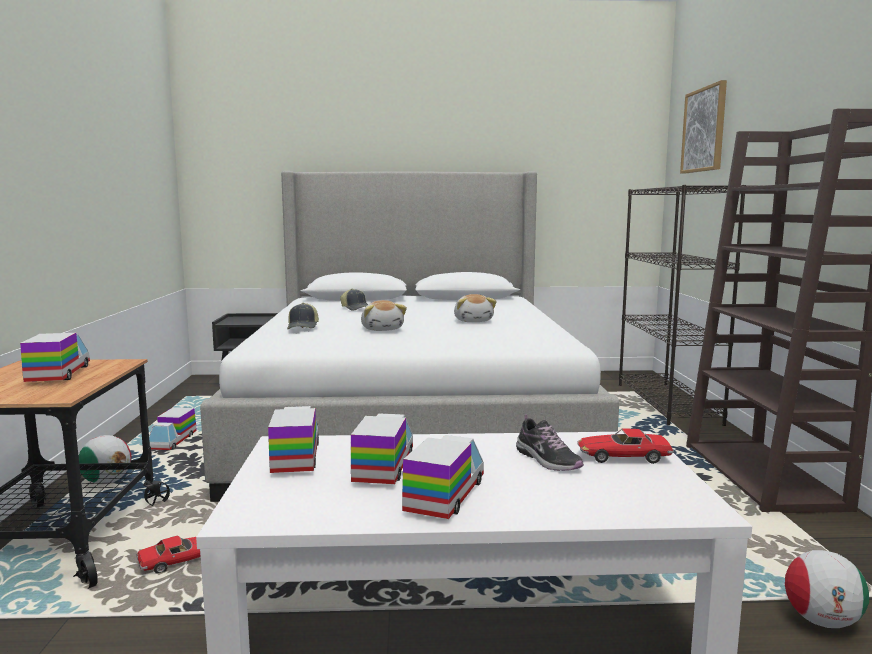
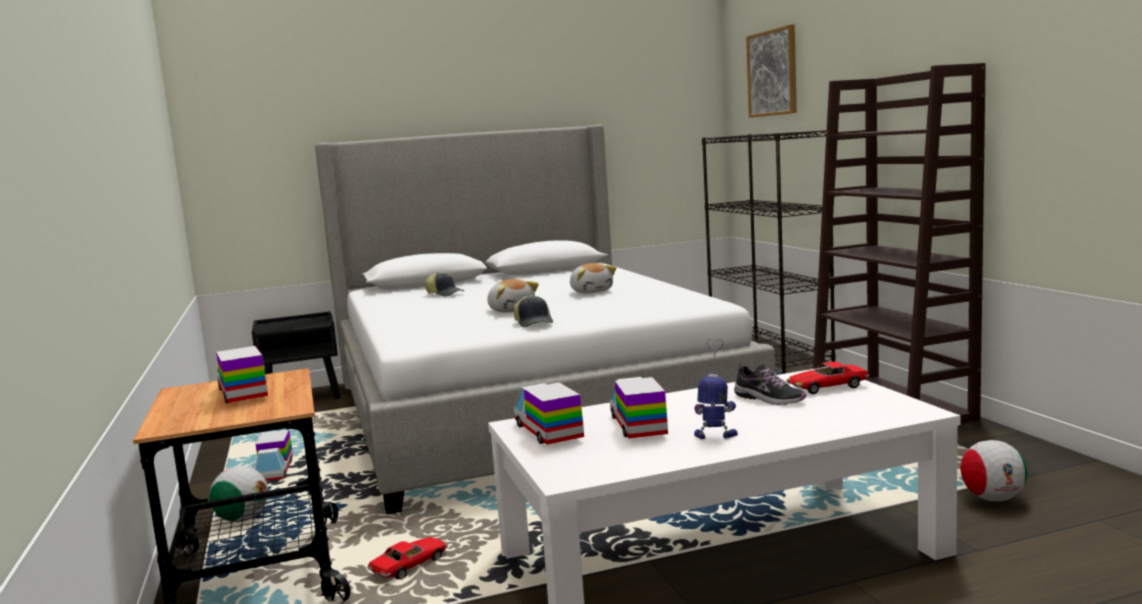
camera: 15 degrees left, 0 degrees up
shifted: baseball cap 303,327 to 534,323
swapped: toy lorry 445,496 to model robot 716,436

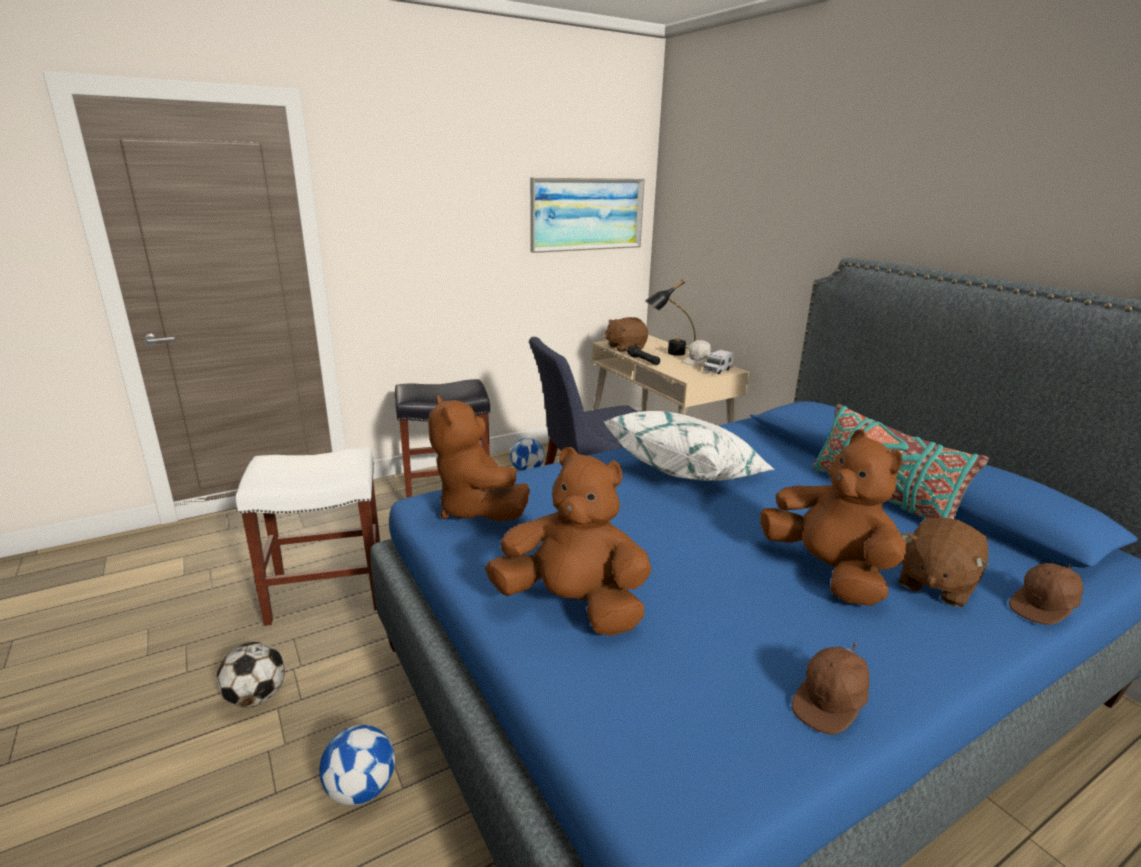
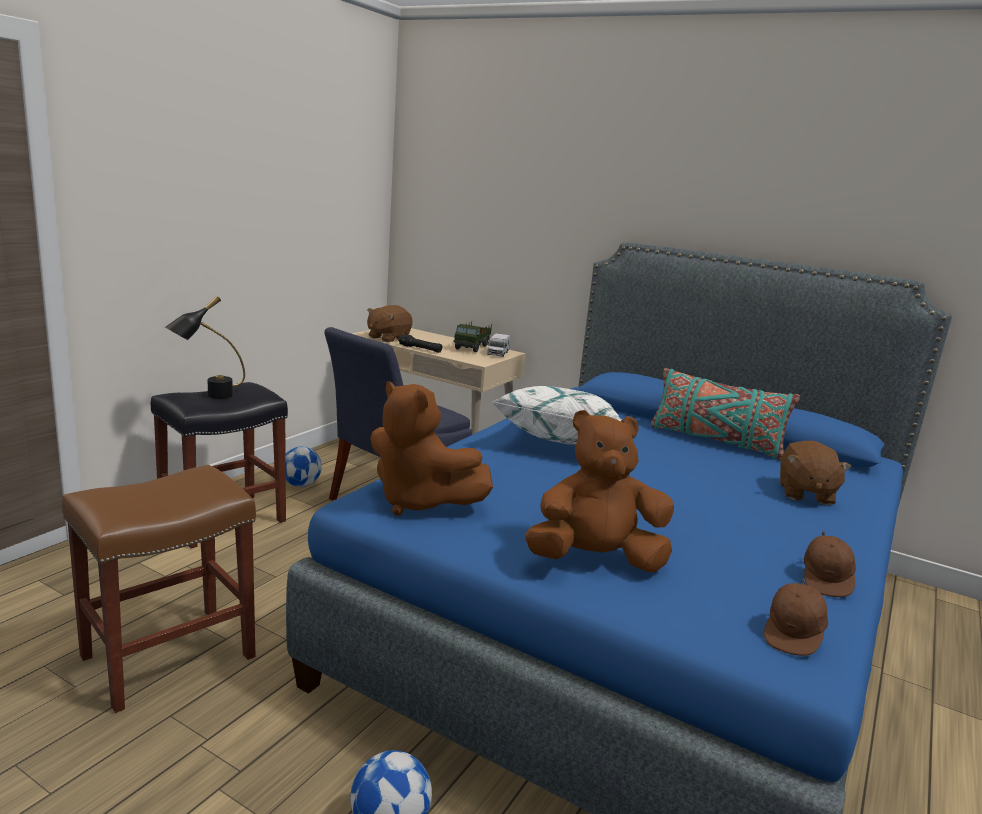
camera: 30 degrees left, 5 degrees down
gone: football 256,697; picture 587,214; brownish soft toy 827,572
shifted: black lamp for a table 668,353 to 208,396; brownish baseball cap 1044,608 to 793,635
swapped: white baseball cap 698,362 to toy lorry 472,347
repainted: white stool seat 329,591 to brownish stool seat 170,655

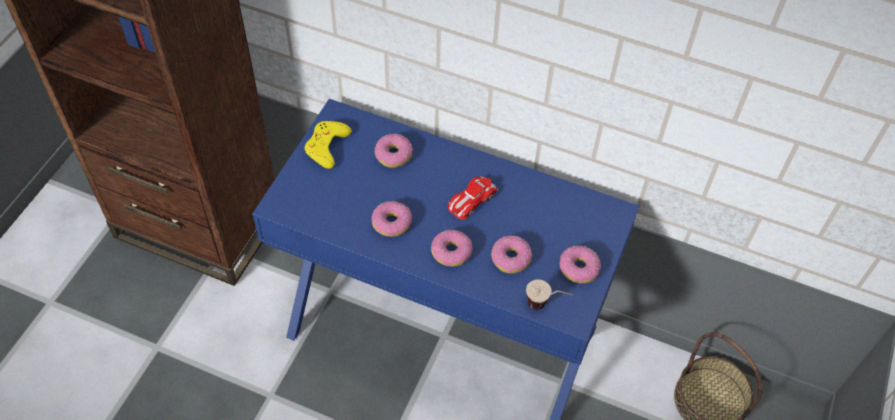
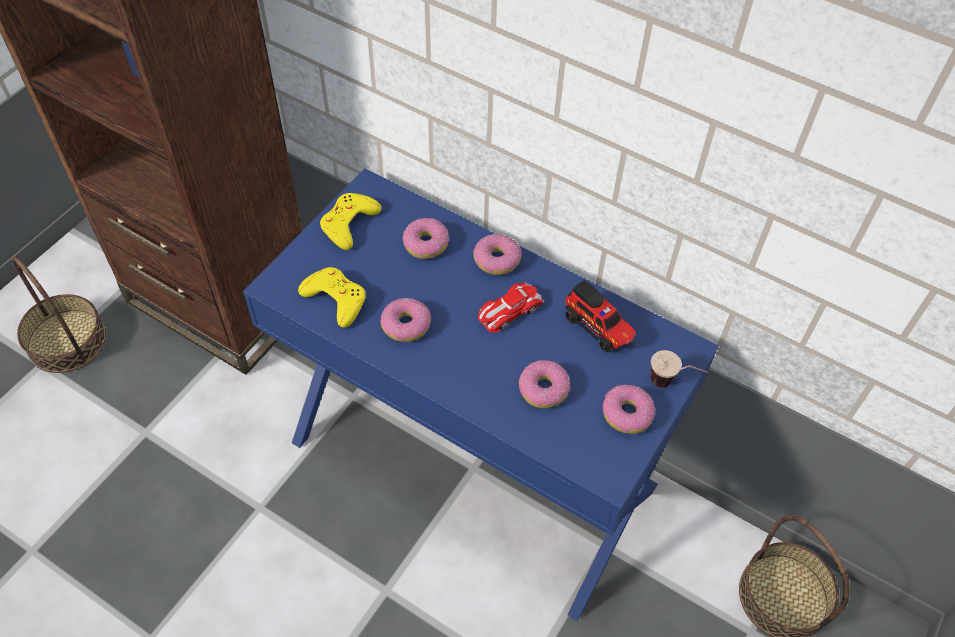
camera: 10 degrees right, 0 degrees up
new: basket 67,340; yellow game controller 335,299; toy lorry 598,328
shifted: doughnut 451,252 to 496,260; drinking cup 546,307 to 672,385

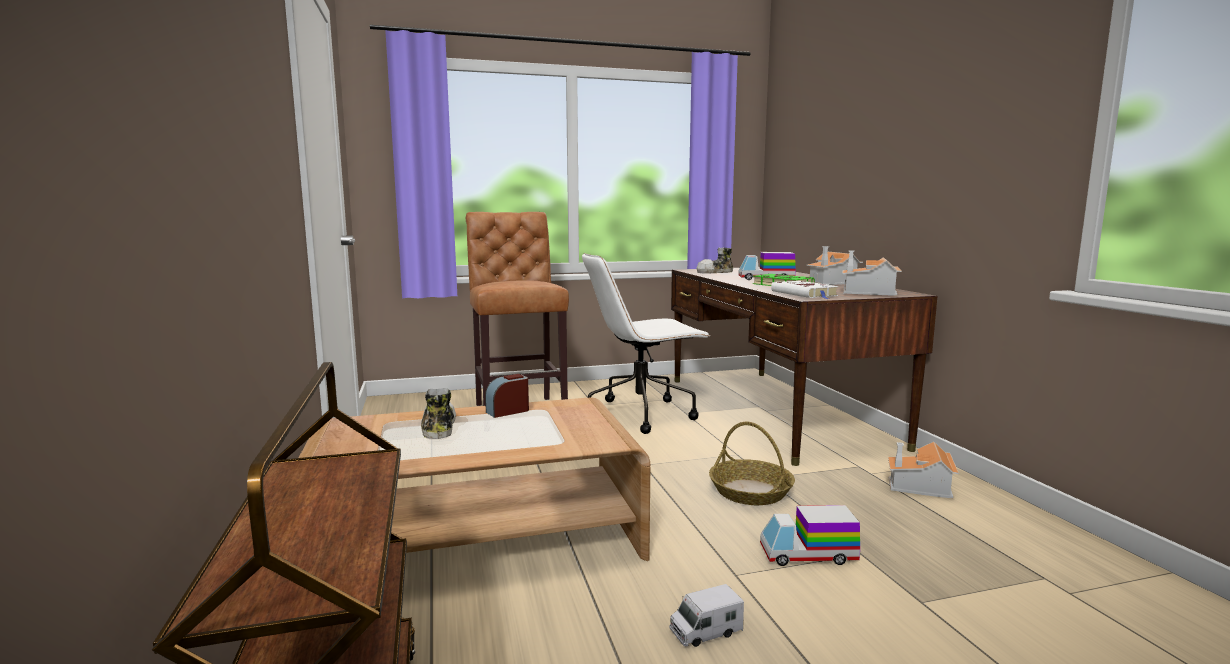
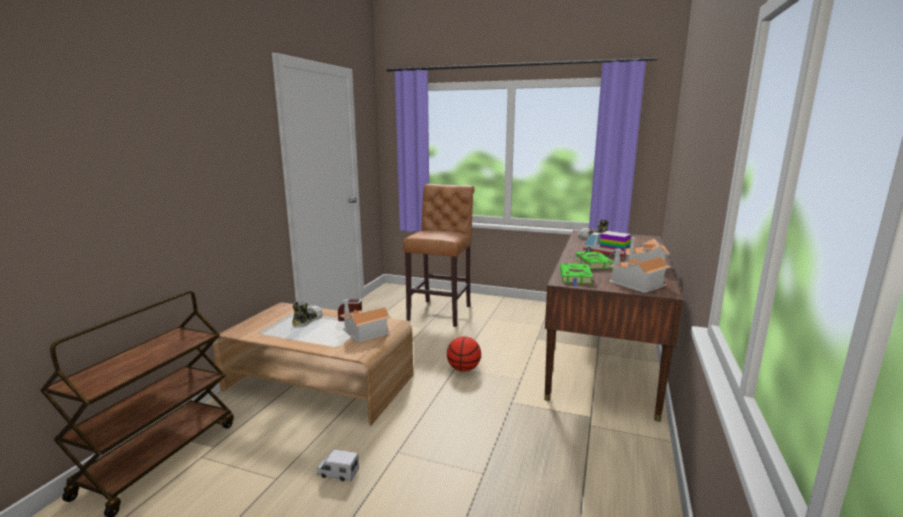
camera: 35 degrees right, 5 degrees up
gone: white computer chair 642,414; basket 751,492; toy lorry 808,555
new: basketball ball 463,369
shifted: toy house 921,486 to 363,333
repainted: white volume 805,294 to green-coloured volume 575,277

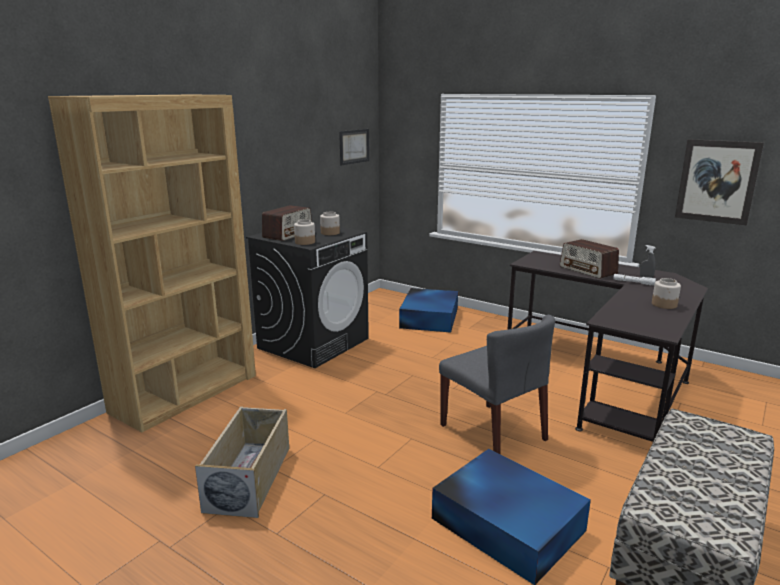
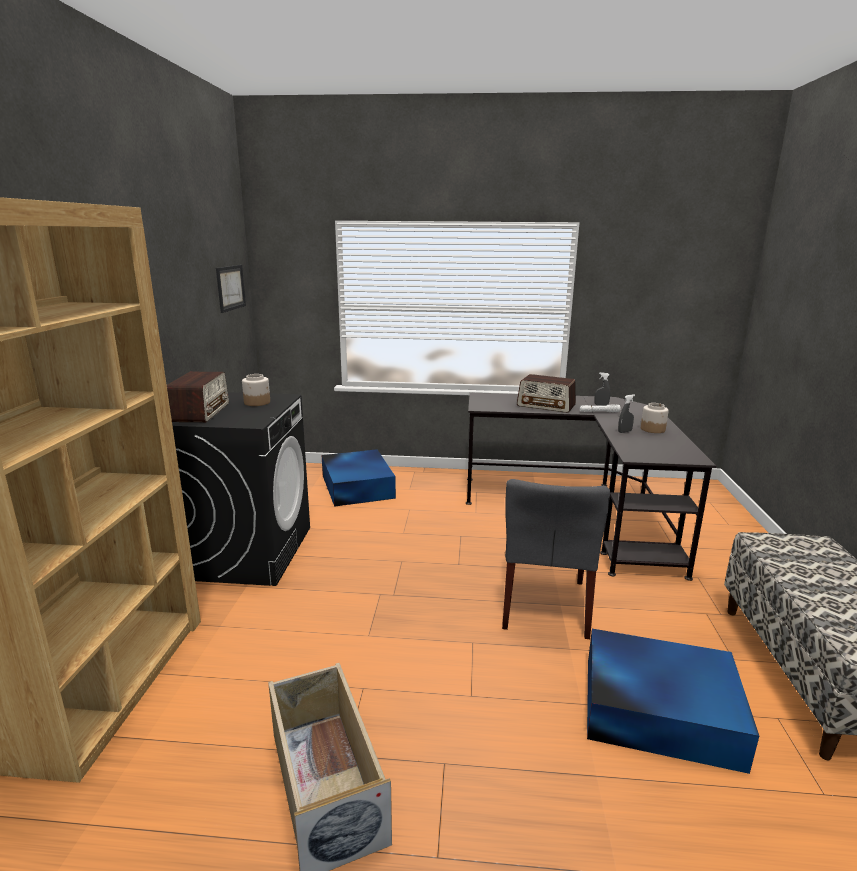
camera: 30 degrees left, 0 degrees up
gone: jar 305,242; picture 717,181
new: greyish sprayer 624,432
rotated: greyish plain chair 493,432 = 545,604 75 degrees clockwise

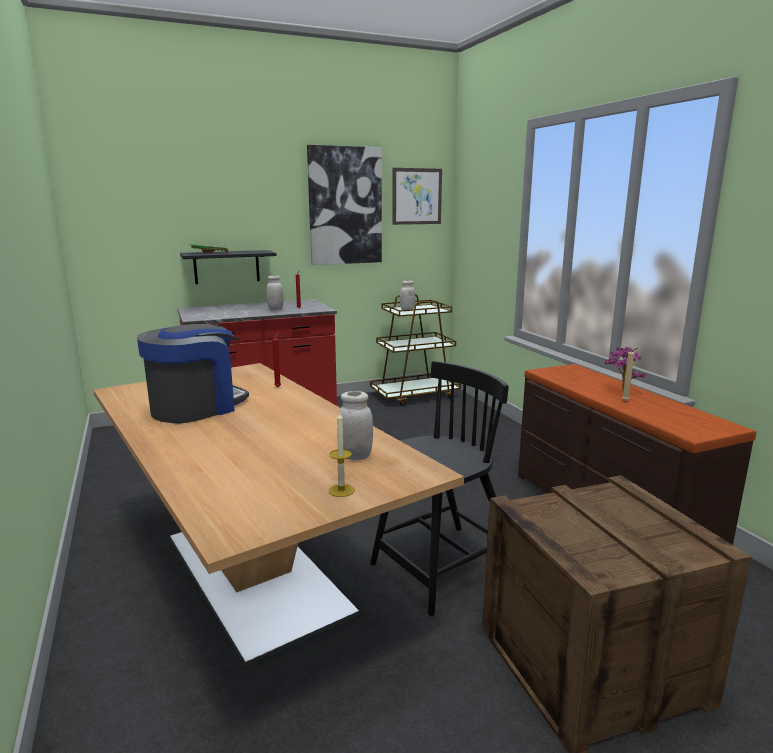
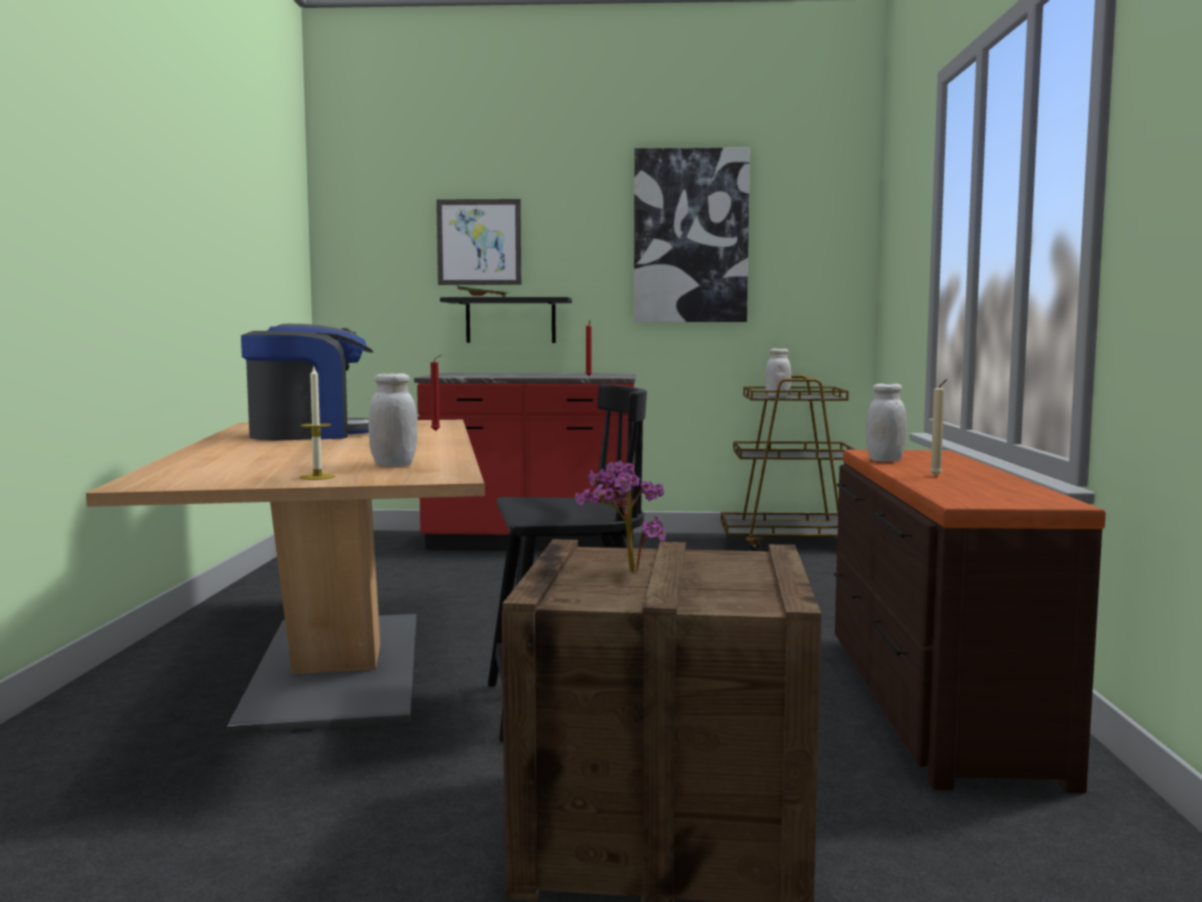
camera: 25 degrees right, 10 degrees down
shifted: white jar 275,309 to 885,460; picture 417,196 to 479,242; potted plant 621,391 to 624,571

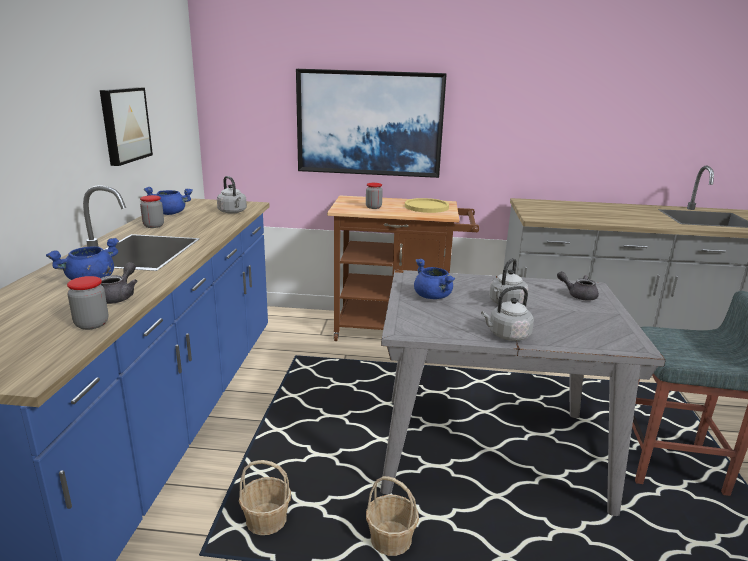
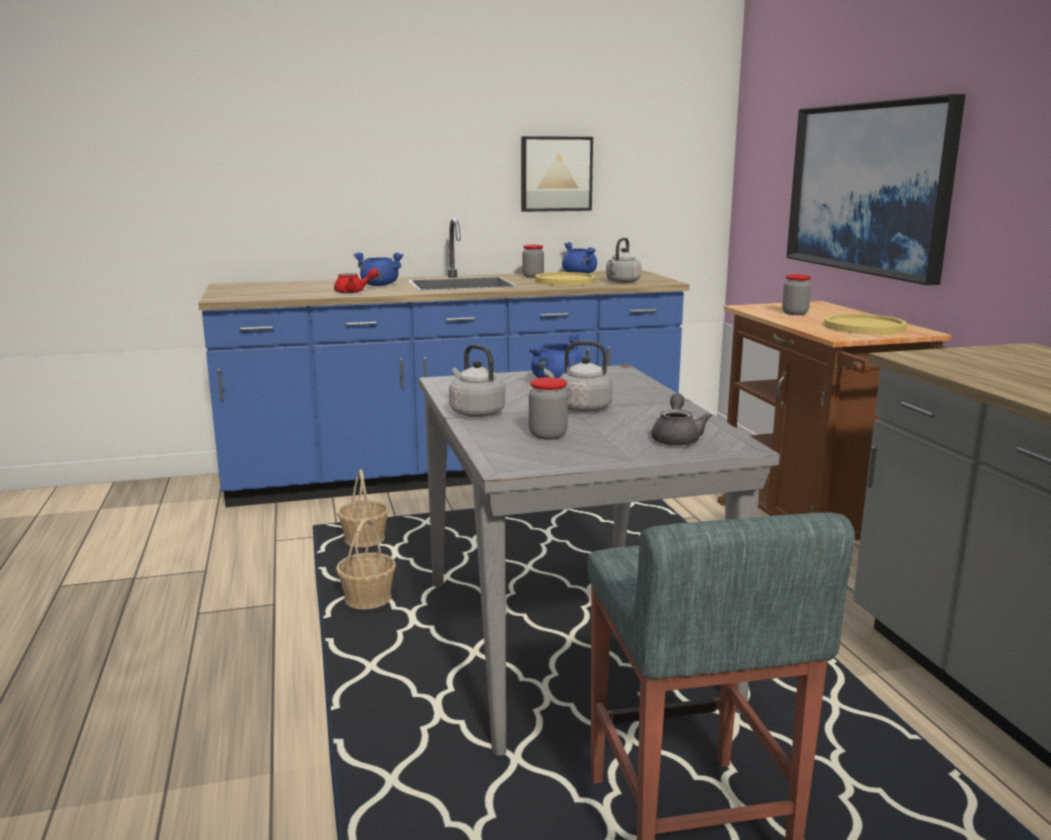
camera: 70 degrees right, 5 degrees down
new: yellow plate 565,281
shifted: jar 92,324 to 548,435
repainted: greyish tea pot 118,297 to red tea pot 354,292

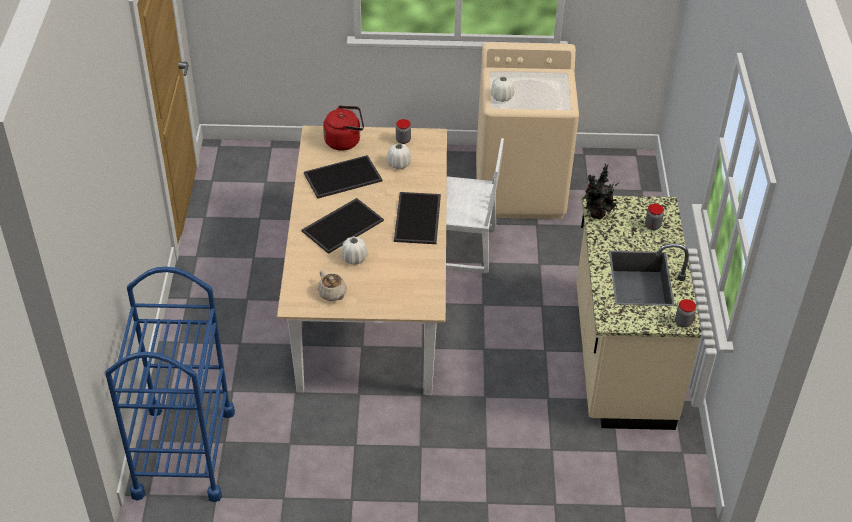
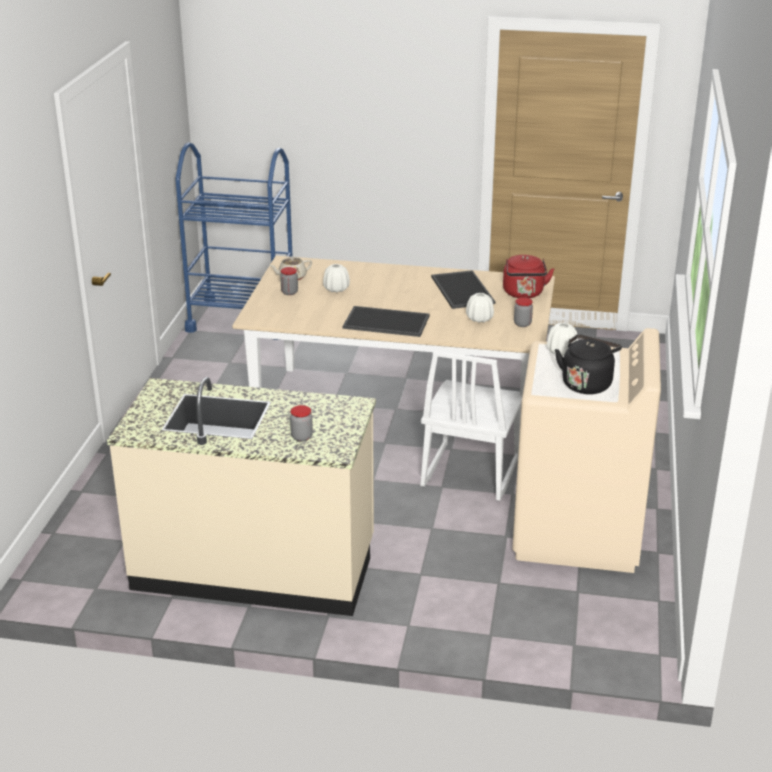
camera: 100 degrees right, 15 degrees down
gone: tray 342,225; potted plant 596,215
new: black tea kettle 587,383
shifted: jar 683,322 to 289,292

